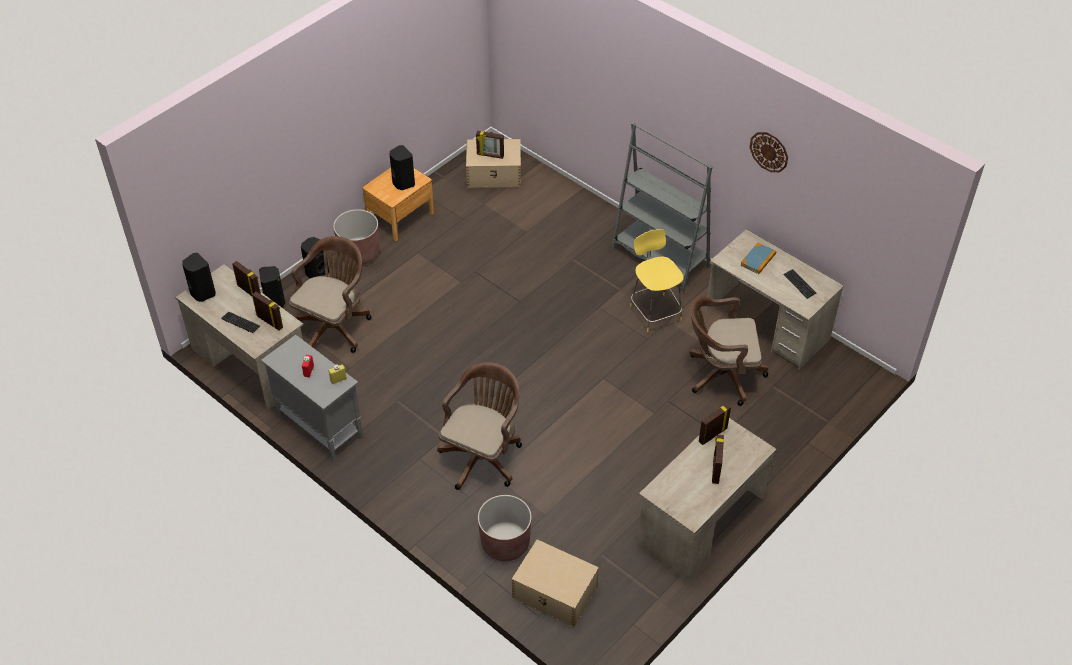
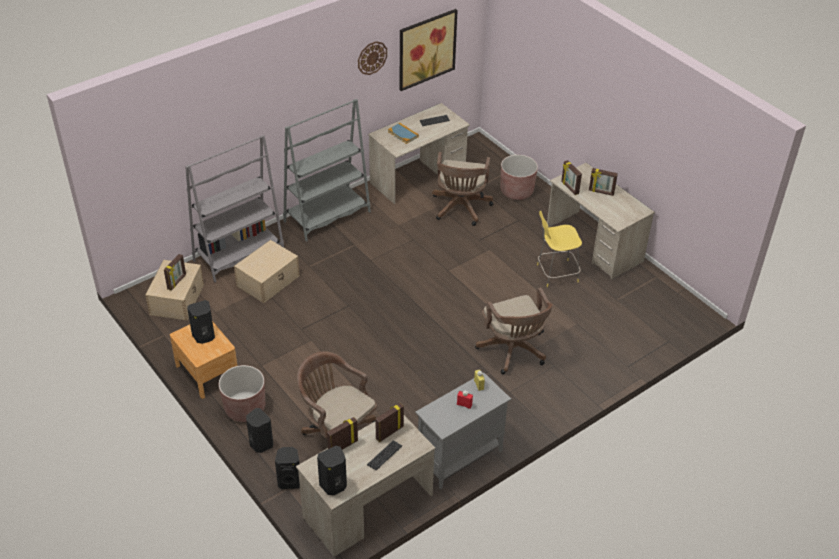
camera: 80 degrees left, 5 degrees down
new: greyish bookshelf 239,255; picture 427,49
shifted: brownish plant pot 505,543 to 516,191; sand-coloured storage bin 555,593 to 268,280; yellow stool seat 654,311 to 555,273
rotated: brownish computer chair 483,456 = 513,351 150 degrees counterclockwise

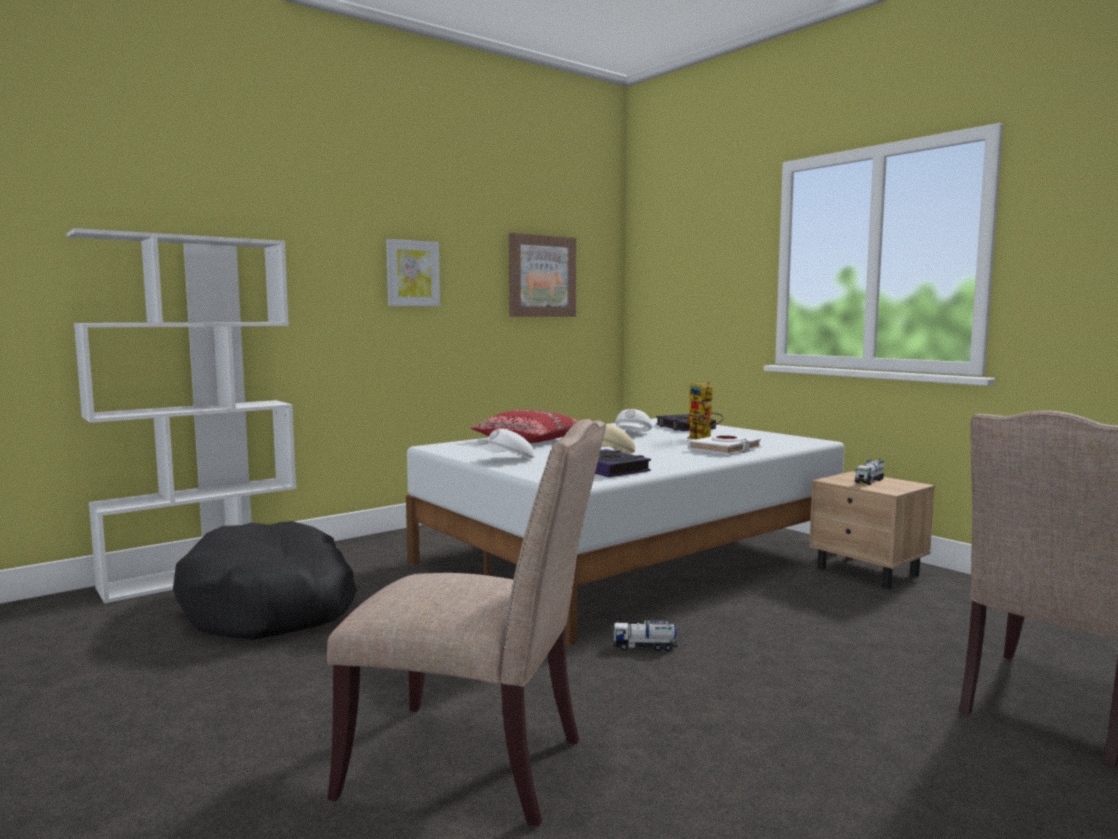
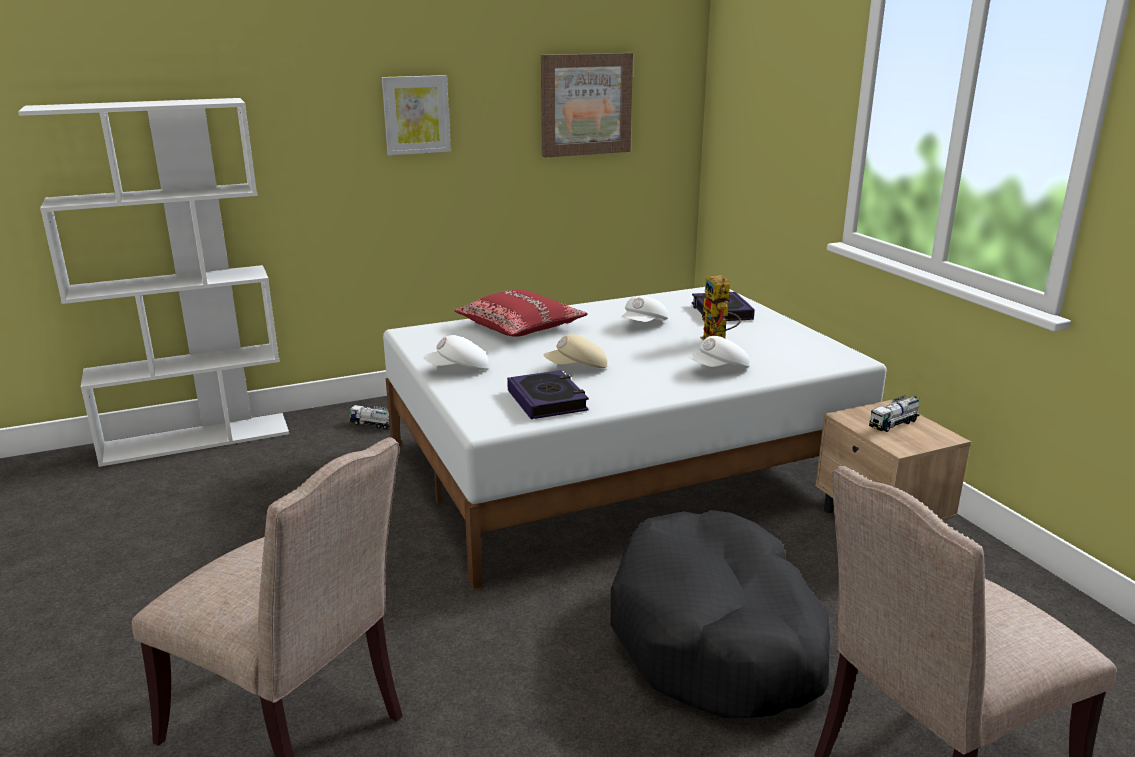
camera: 15 degrees right, 15 degrees up
shifted: black dog bed 271,605 to 717,637; toy lorry 644,647 to 373,424
swapped: white volume 725,449 to white baseball cap 719,370

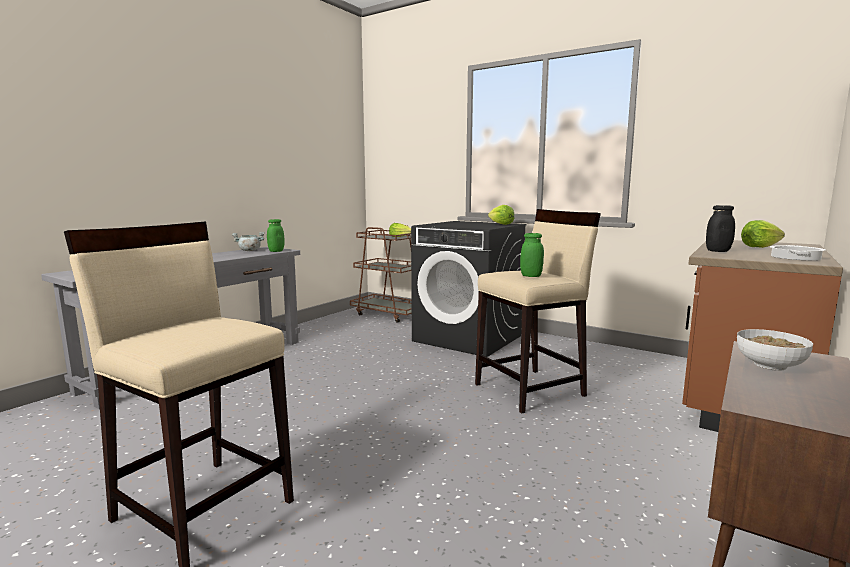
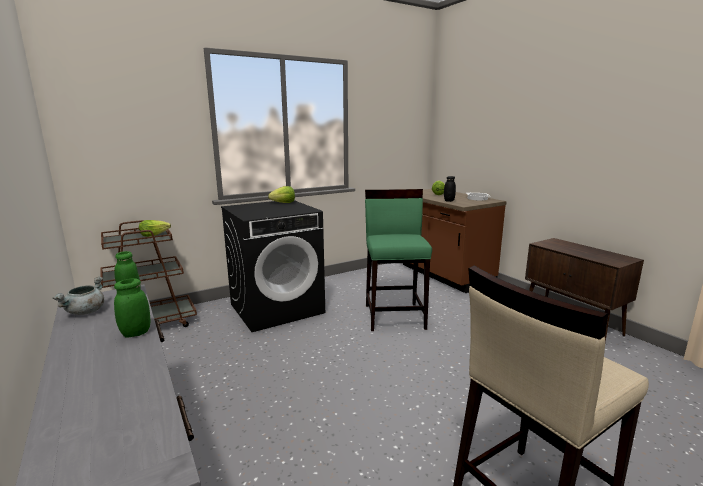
camera: 65 degrees left, 5 degrees up
gone: serving bowl 770,365
shifted: green-coloured jar 531,276 to 136,333
repainted: sand-coloured stool seat 531,390 to green-coloured stool seat 395,316

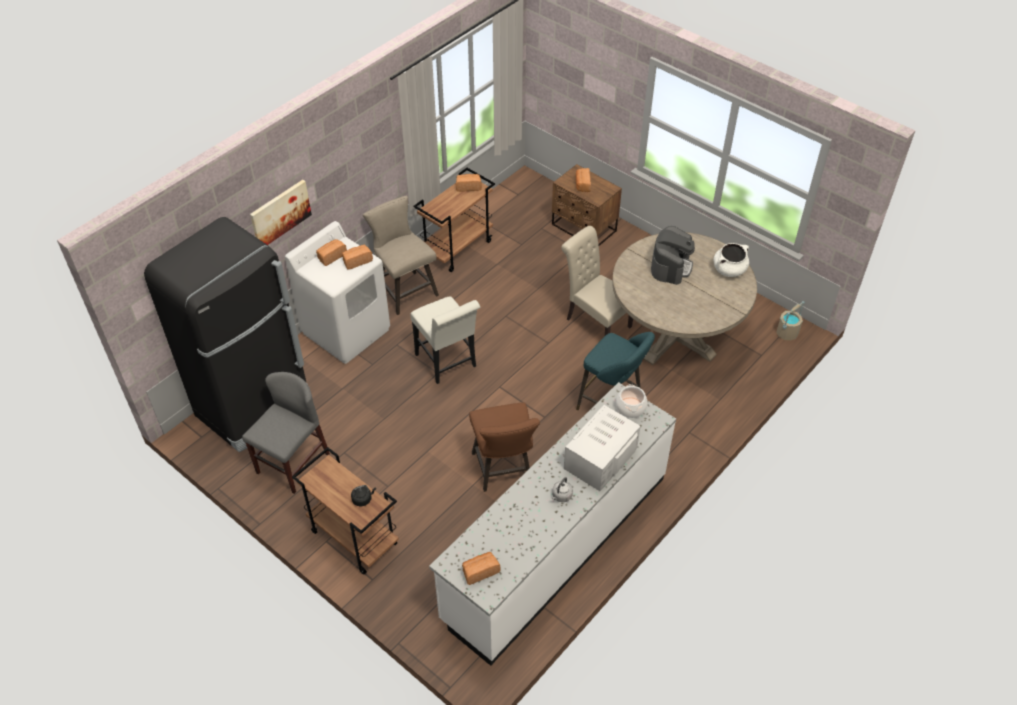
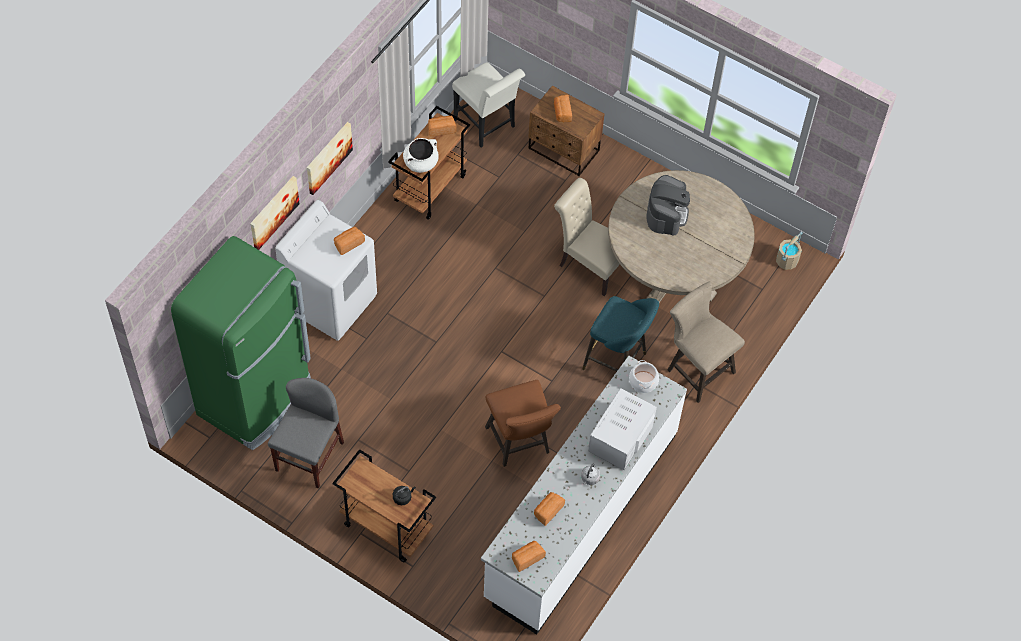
camera: 10 degrees left, 10 degrees up
new: picture 328,157
shifted: bakery bread 331,256 to 548,511; sand-coloured stool seat 405,290 to 697,369; white plain chair 448,363 to 487,126; white saucepot 729,269 to 421,163
repainted: black fridge 255,406 to green-coloured fridge 256,398

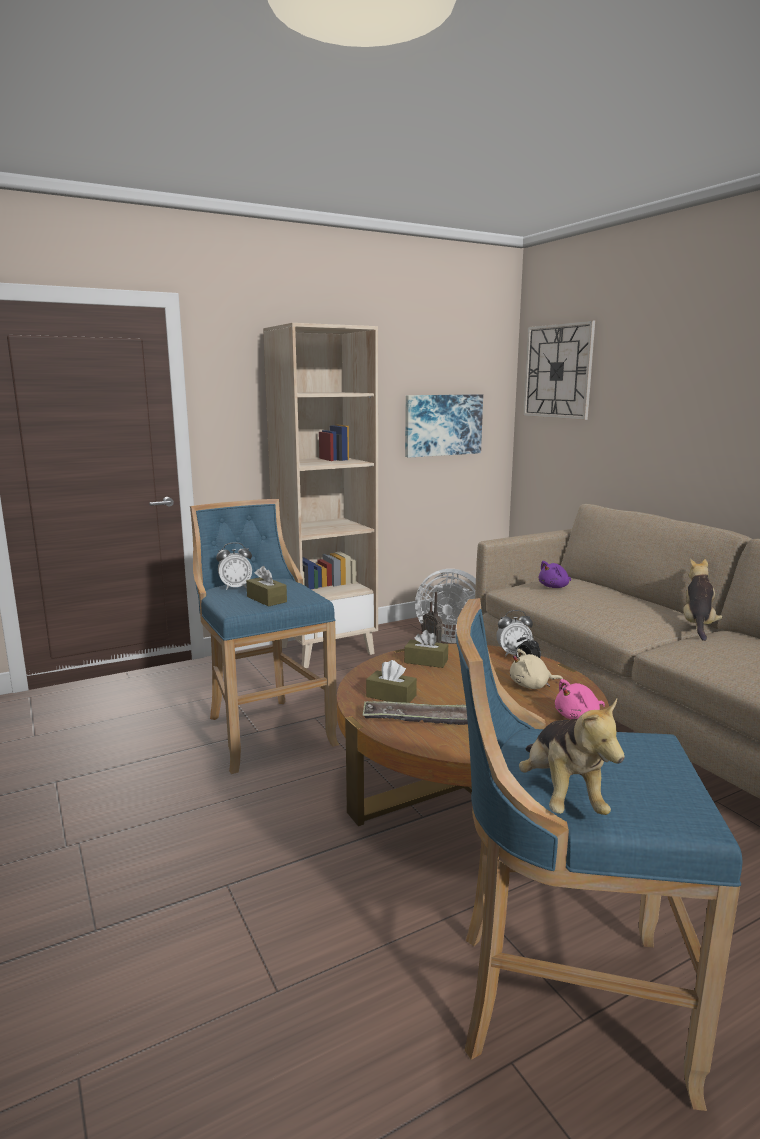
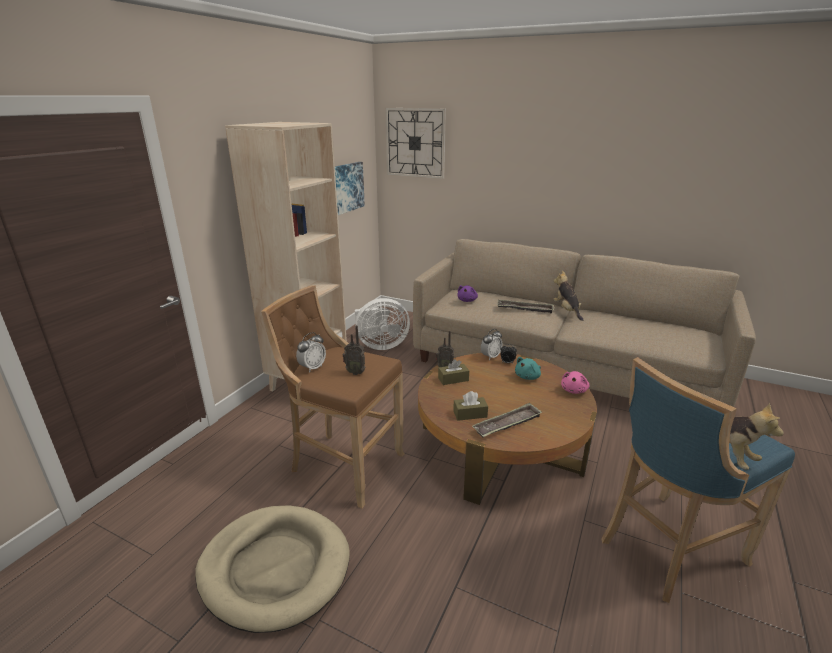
camera: 35 degrees left, 10 degrees up
new: sand-coloured dog bed 275,568; tray 524,309
swapped: brownish box of tissues 266,599 to radio receiver 355,372
repainted: blue-coloured stool seat 264,730 to brownish stool seat 343,464; sand-coloured soft toy 532,686 to turquoise-coloured soft toy 528,377

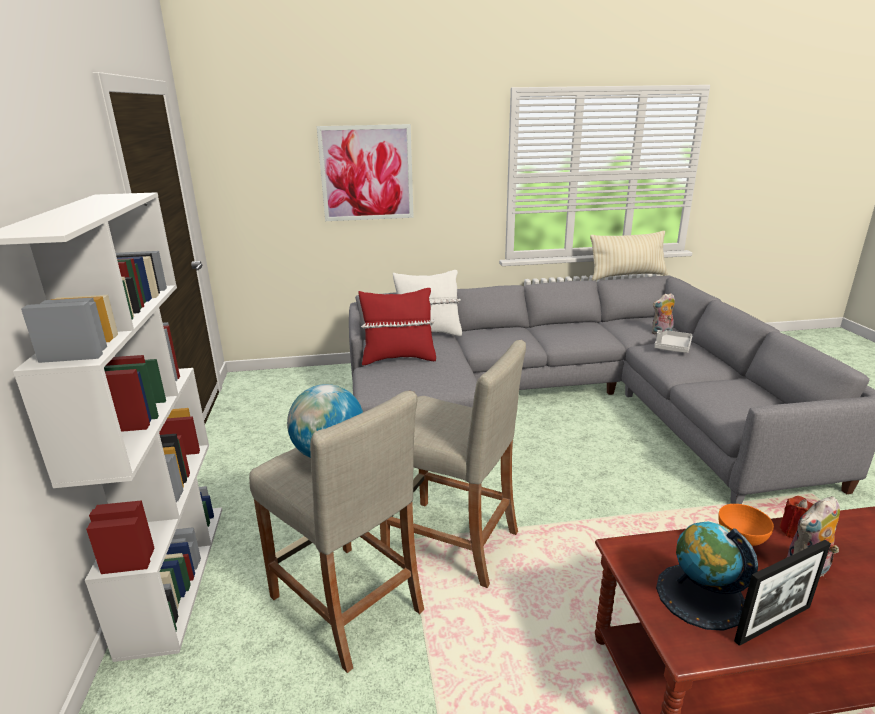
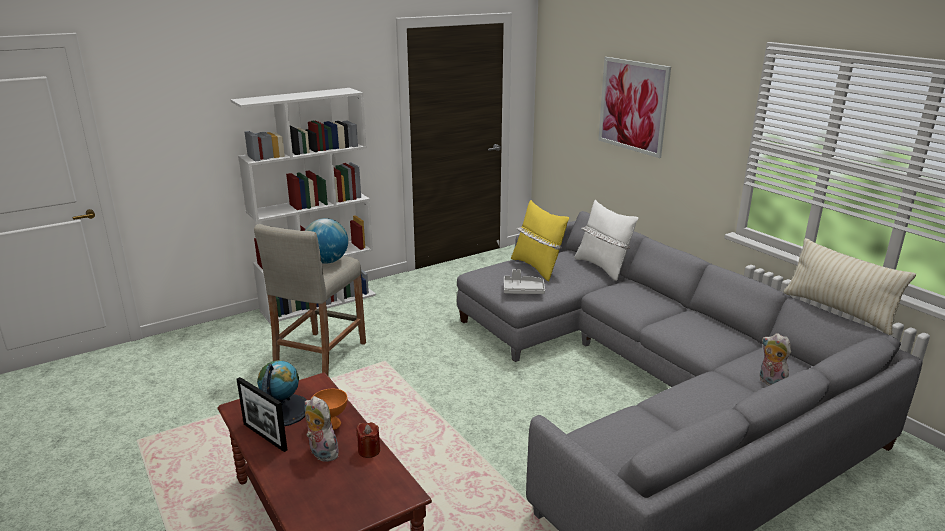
camera: 65 degrees right, 0 degrees up
gone: sand-coloured stool seat 451,542
shifted: greyish tray 672,347 to 523,290
repainted: red cushion 398,358 to yellow cushion 537,267

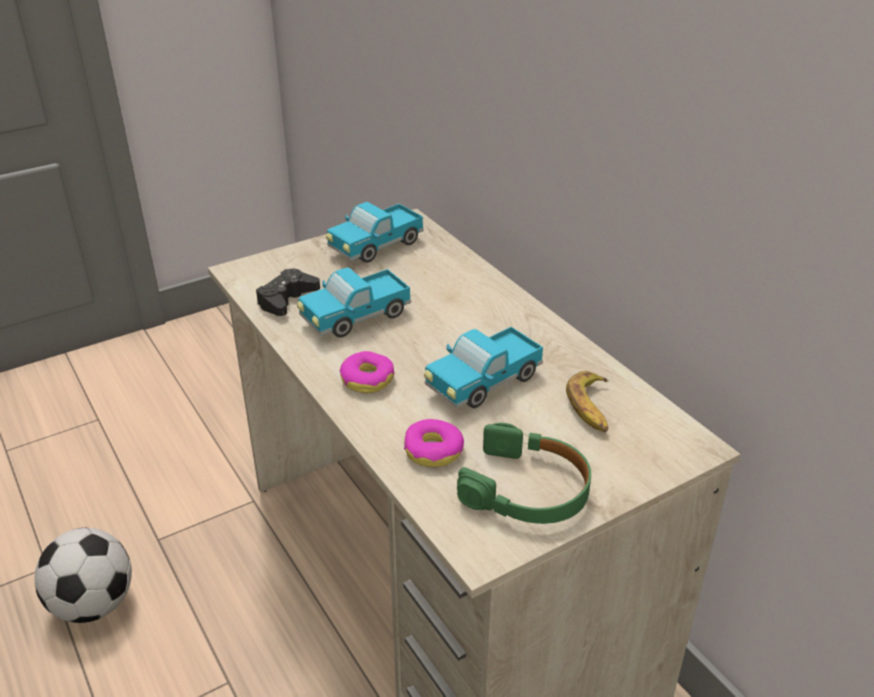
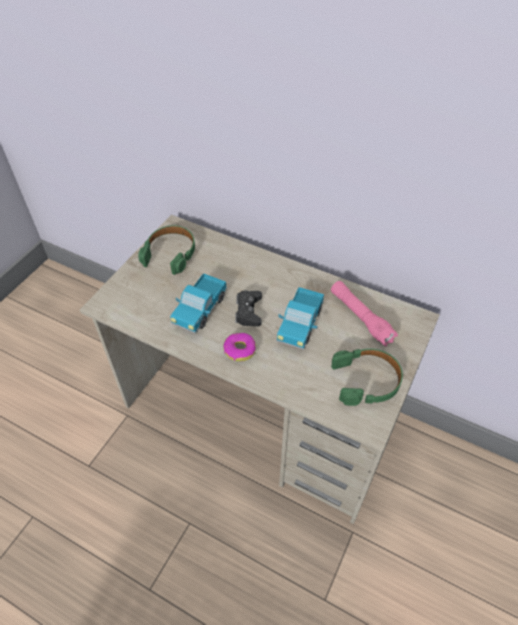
camera: 30 degrees left, 15 degrees up
gone: football 93,604; doughnut 433,451
shifted: black game controller 287,299 to 248,311
swapped: toy lorry 375,247 to green-coloured headset 170,253; banana 591,408 to pink-coloured flashlight 360,317

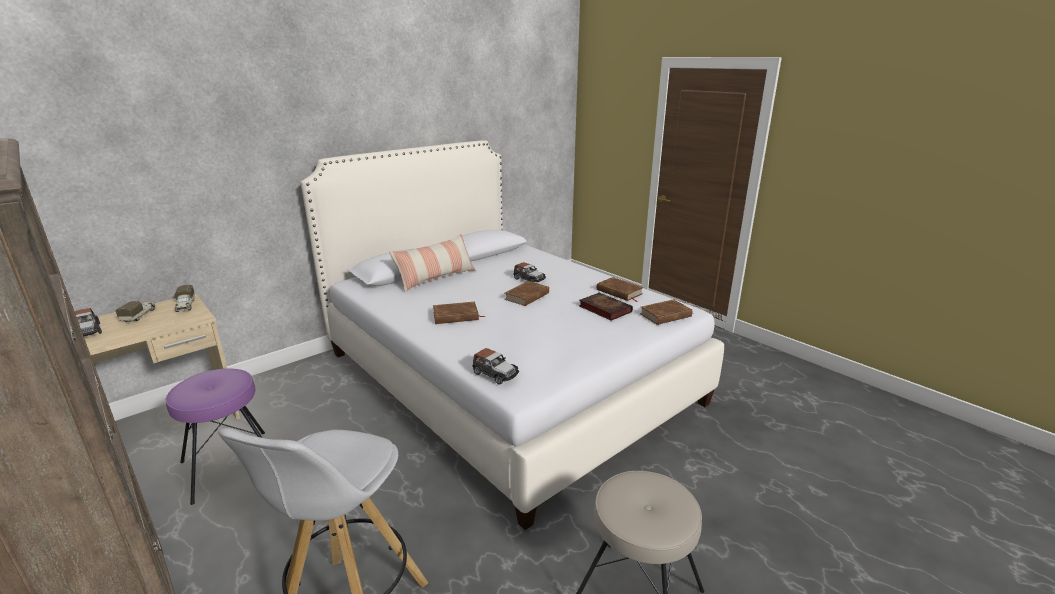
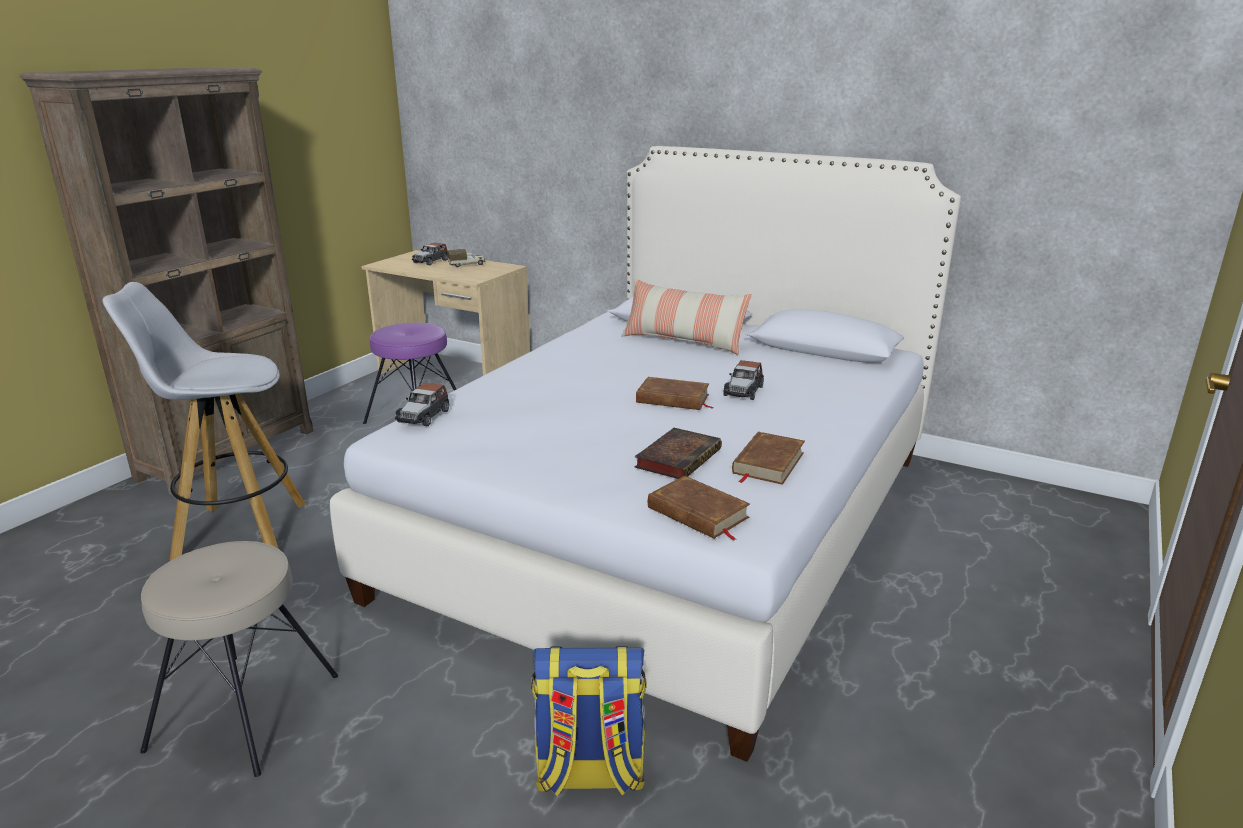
camera: 70 degrees right, 0 degrees up
gone: toy lorry 185,306; brownish volume 456,316
new: rucksack 589,774

